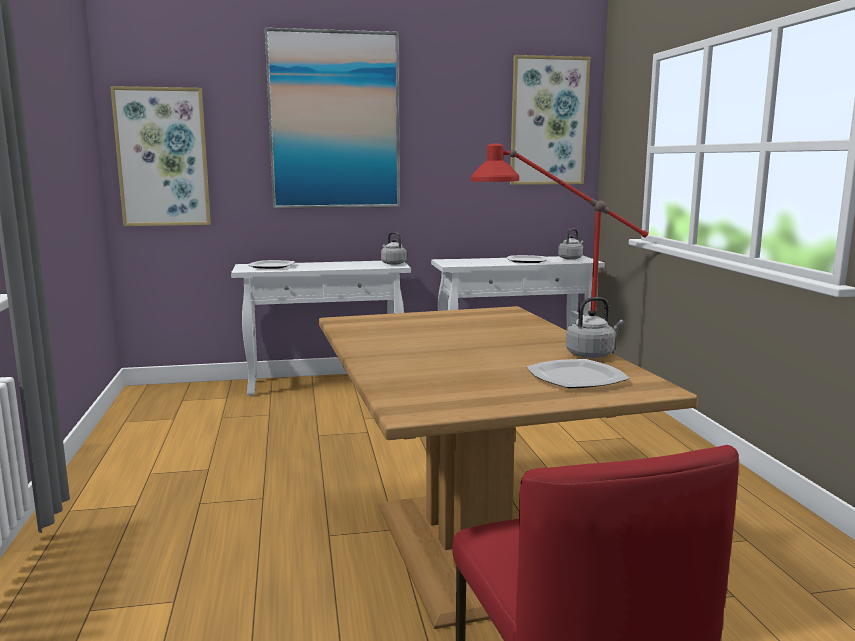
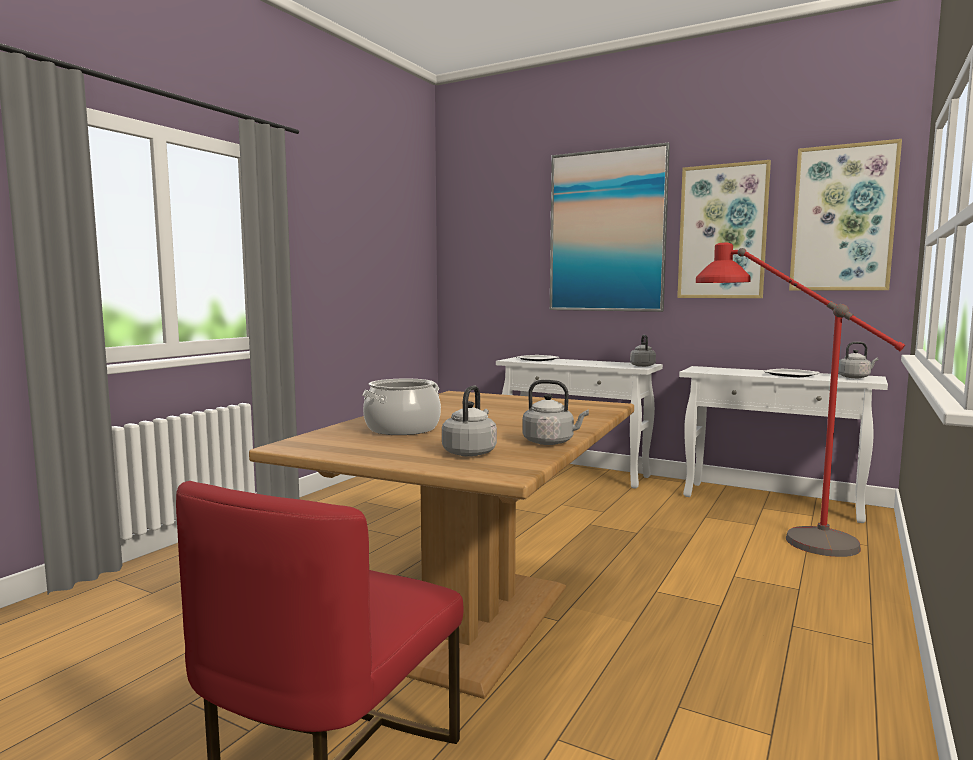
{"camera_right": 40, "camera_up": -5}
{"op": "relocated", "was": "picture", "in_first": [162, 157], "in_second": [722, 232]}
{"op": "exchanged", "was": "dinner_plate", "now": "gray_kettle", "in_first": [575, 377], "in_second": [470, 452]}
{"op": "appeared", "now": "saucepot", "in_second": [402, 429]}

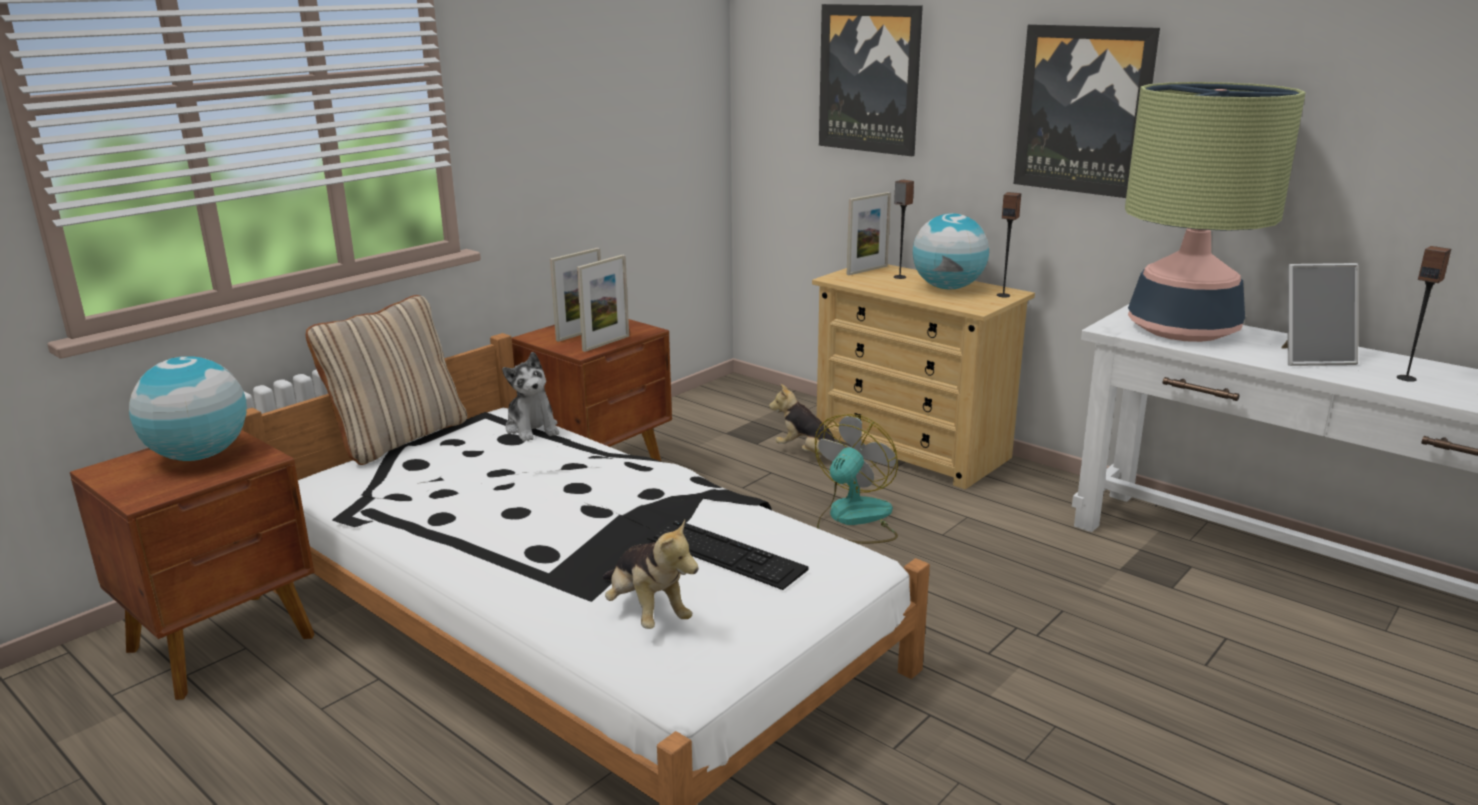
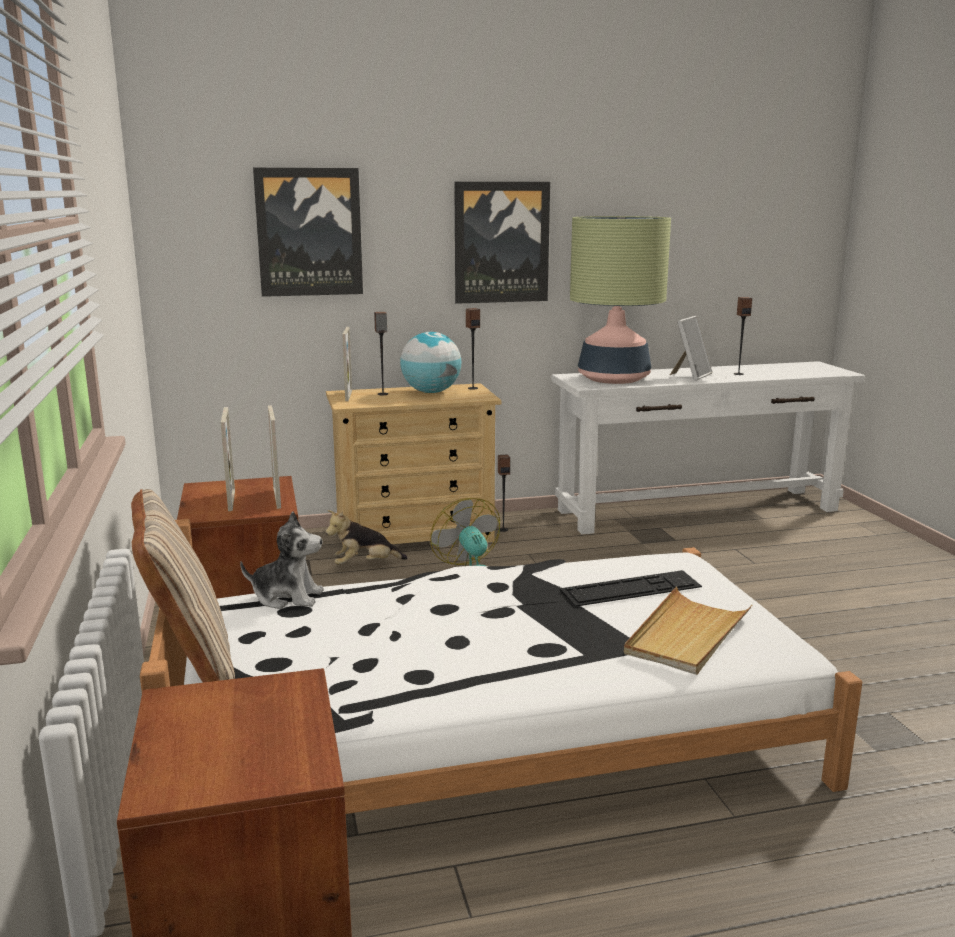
{"camera_right": -55, "camera_up": -5}
{"op": "missing", "was": "globe", "in_first": [199, 456]}
{"op": "exchanged", "was": "soft_toy", "now": "beige-coloured_carrying_tray", "in_first": [647, 612], "in_second": [687, 635]}
{"op": "appeared", "now": "audio_speaker", "in_second": [503, 529]}

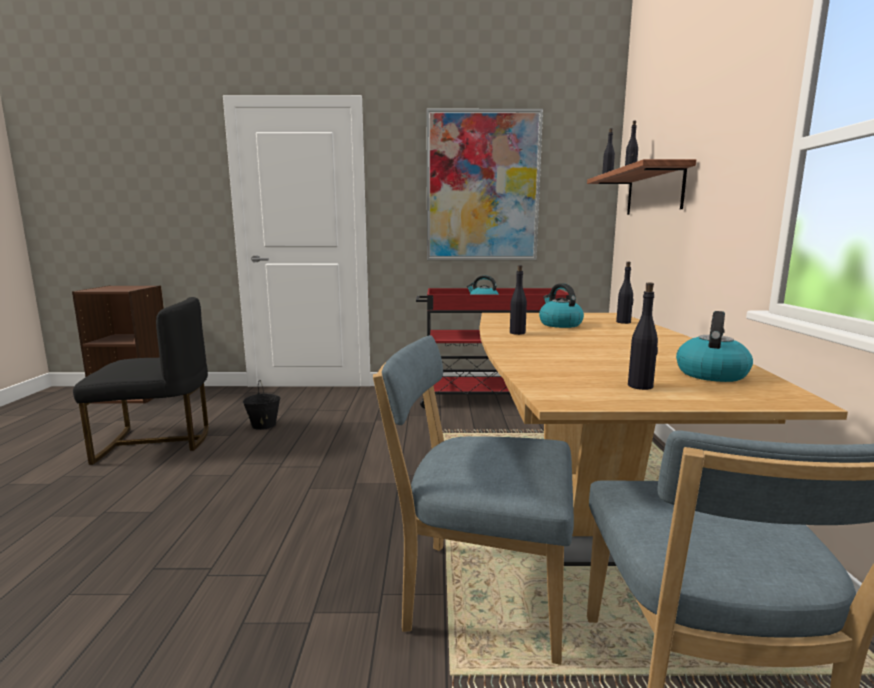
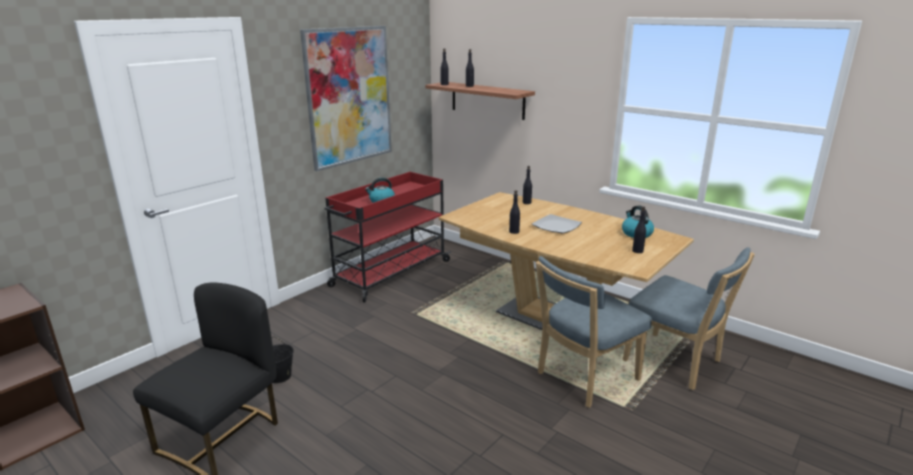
{"camera_right": -50, "camera_up": 10}
{"op": "missing", "was": "kettle", "in_first": [559, 324]}
{"op": "appeared", "now": "dinner_plate", "in_second": [556, 226]}

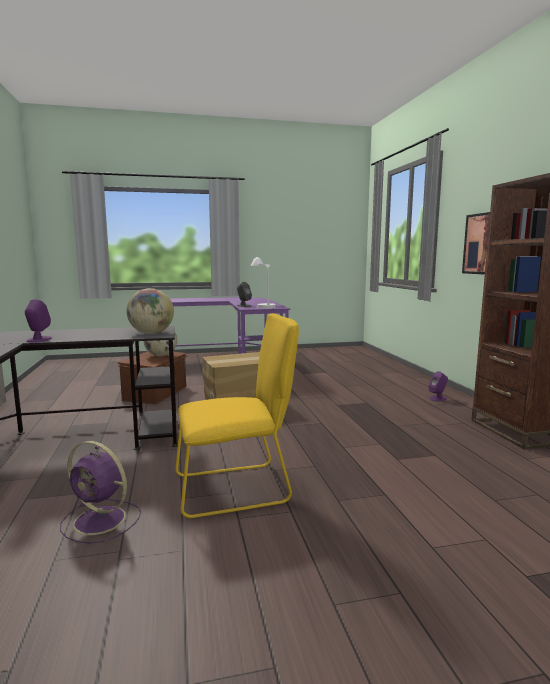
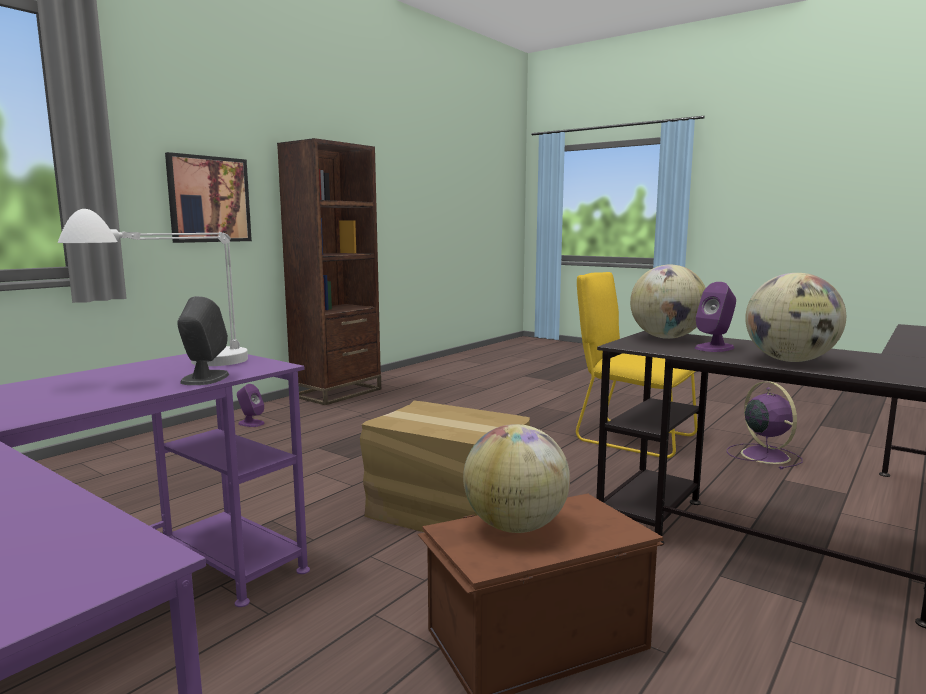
{"camera_right": -130, "camera_up": 0}
{"op": "relocated", "was": "purple_audio_speaker", "in_first": [39, 340], "in_second": [714, 348]}
{"op": "appeared", "now": "globe", "in_second": [790, 361]}

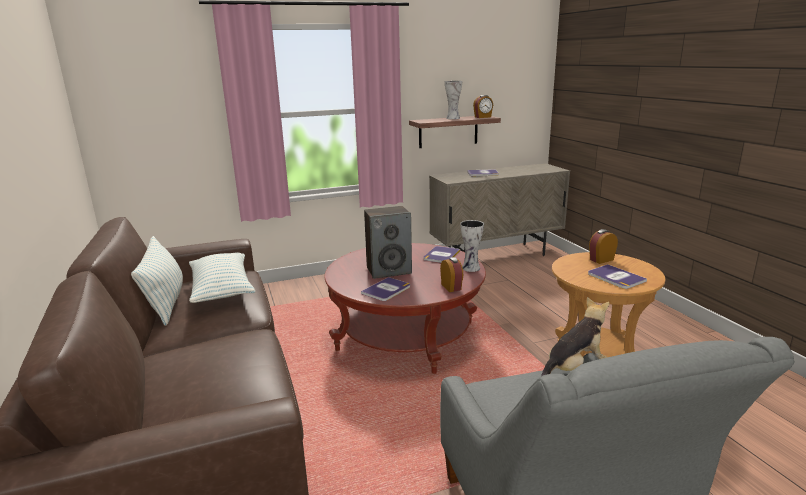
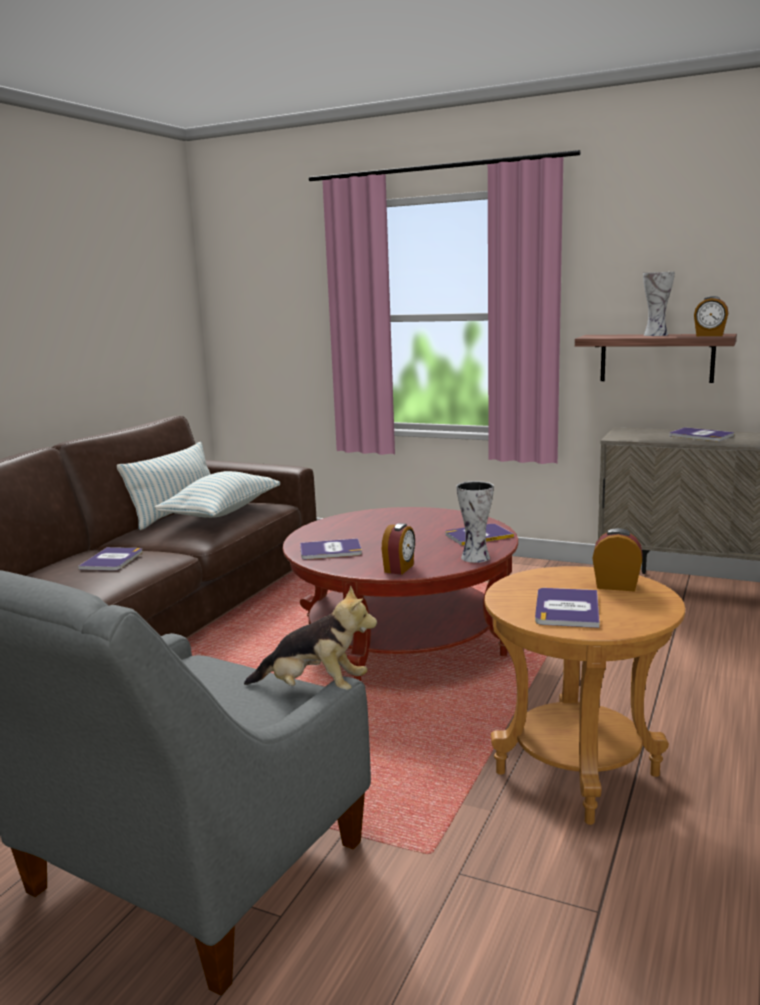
{"camera_right": 45, "camera_up": -5}
{"op": "missing", "was": "audio_speaker", "in_first": [389, 270]}
{"op": "appeared", "now": "bound_book", "in_second": [112, 560]}

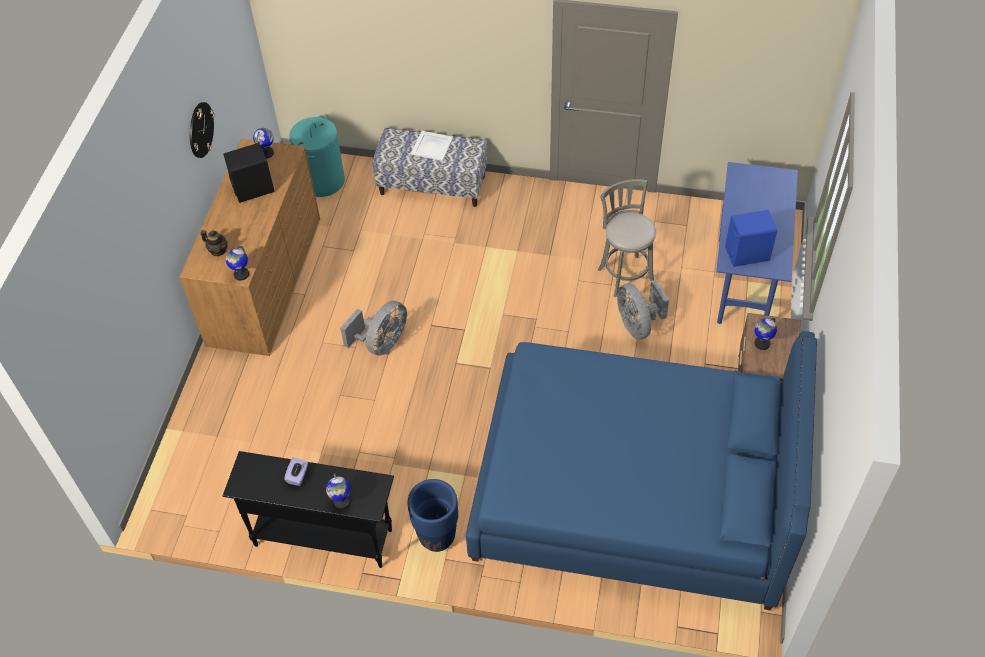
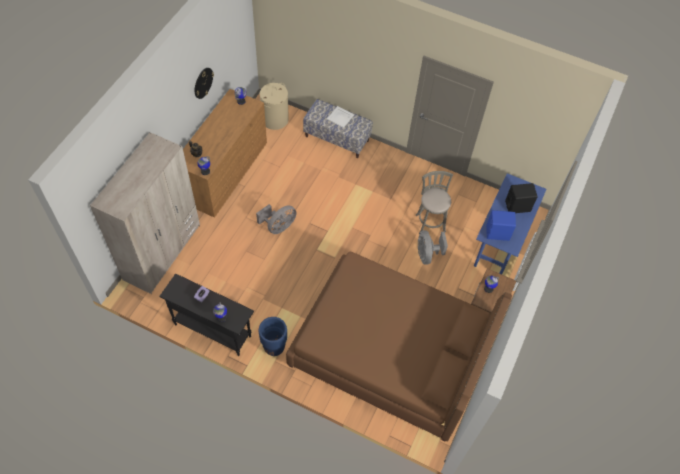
{"camera_right": 10, "camera_up": 5}
{"op": "colour", "was": "turquoise-coloured_hamper", "now": "beige-coloured_hamper", "in_first": [322, 181], "in_second": [275, 120]}
{"op": "relocated", "was": "black_audio_speaker", "in_first": [253, 188], "in_second": [517, 206]}
{"op": "colour", "was": "blue-coloured_bed", "now": "brownish_bed", "in_first": [632, 491], "in_second": [390, 352]}
{"op": "appeared", "now": "beige-coloured_wardrobe", "in_second": [162, 252]}

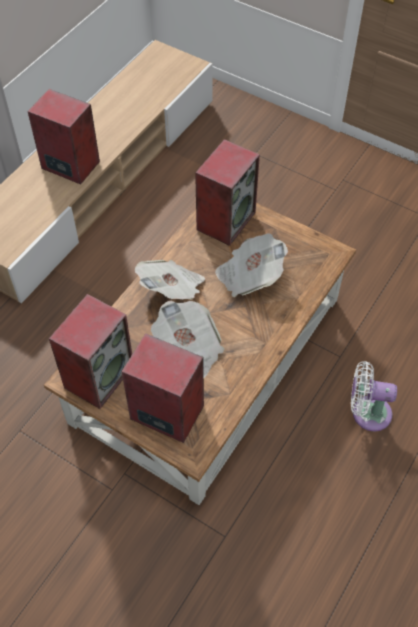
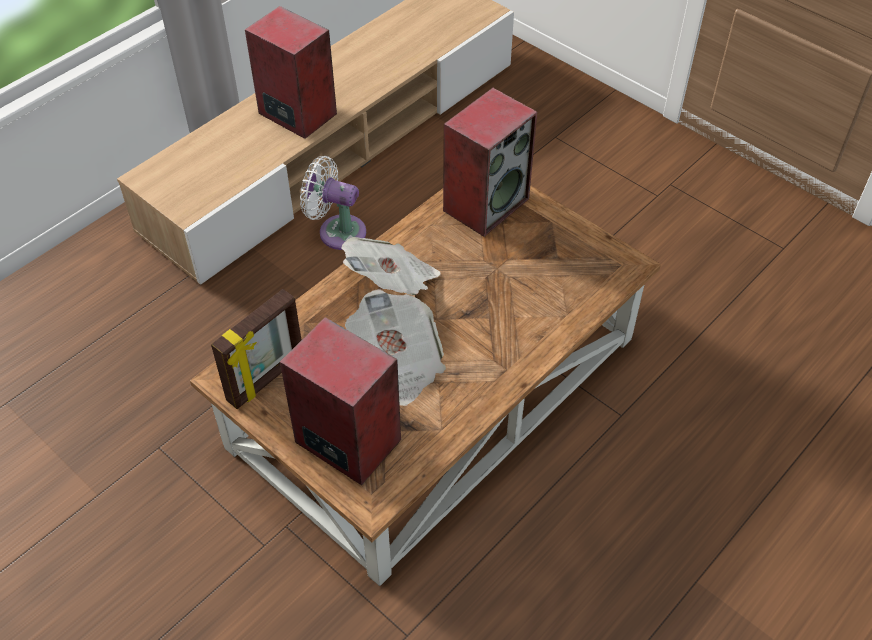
{"camera_right": 10, "camera_up": -5}
{"op": "missing", "was": "newspaper", "in_first": [249, 276]}
{"op": "exchanged", "was": "audio_speaker", "now": "standing_frame", "in_first": [99, 375], "in_second": [267, 379]}
{"op": "relocated", "was": "whitish_fan", "in_first": [367, 412], "in_second": [337, 231]}

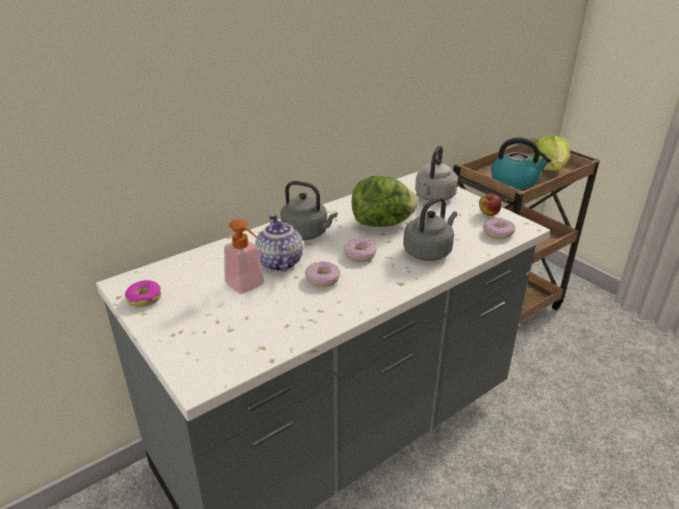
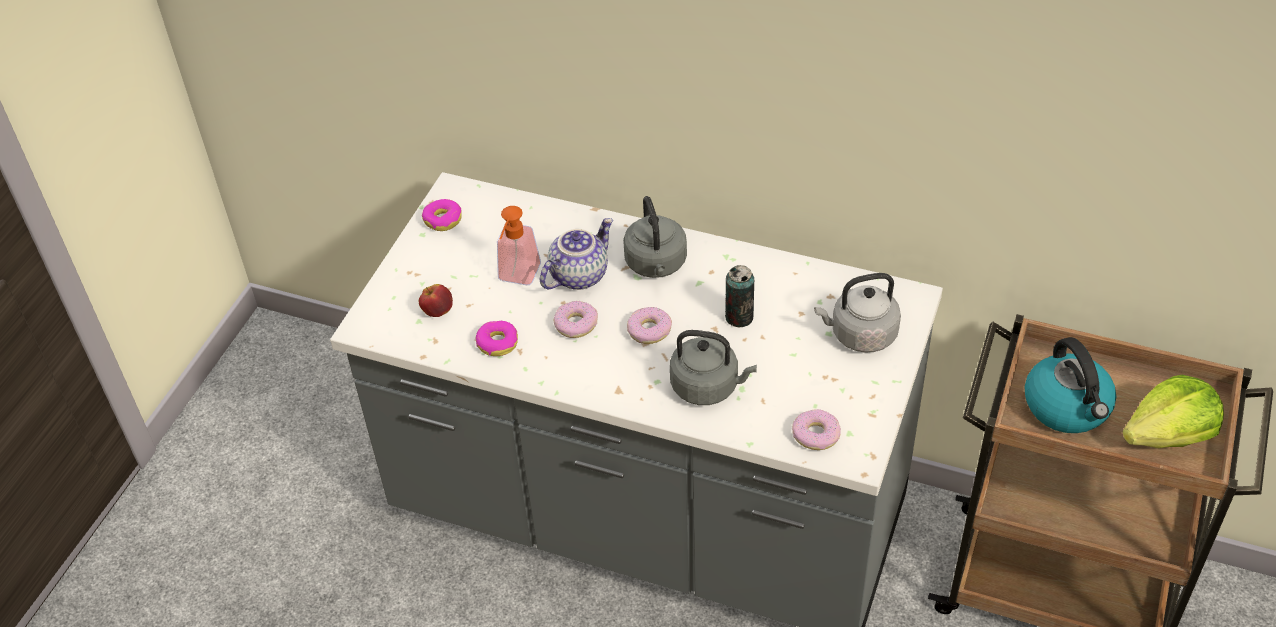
{"camera_right": 60, "camera_up": 15}
{"op": "exchanged", "was": "lettuce_head", "now": "can", "in_first": [382, 224], "in_second": [739, 317]}
{"op": "relocated", "was": "apple", "in_first": [488, 214], "in_second": [438, 311]}
{"op": "appeared", "now": "donut", "in_second": [497, 343]}

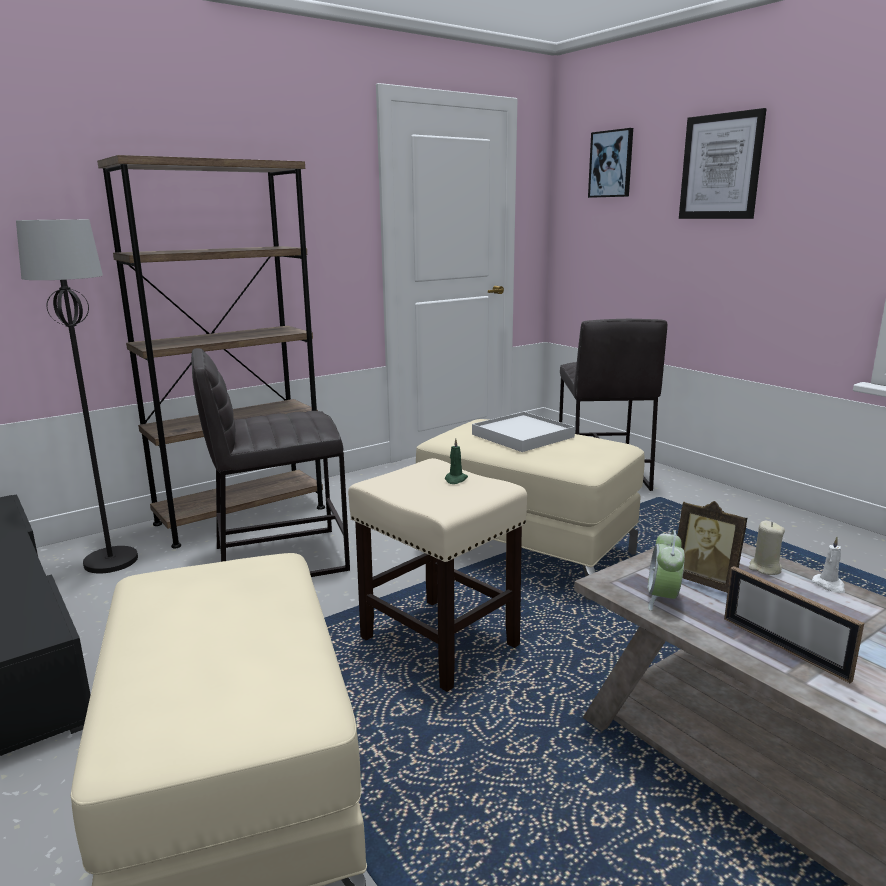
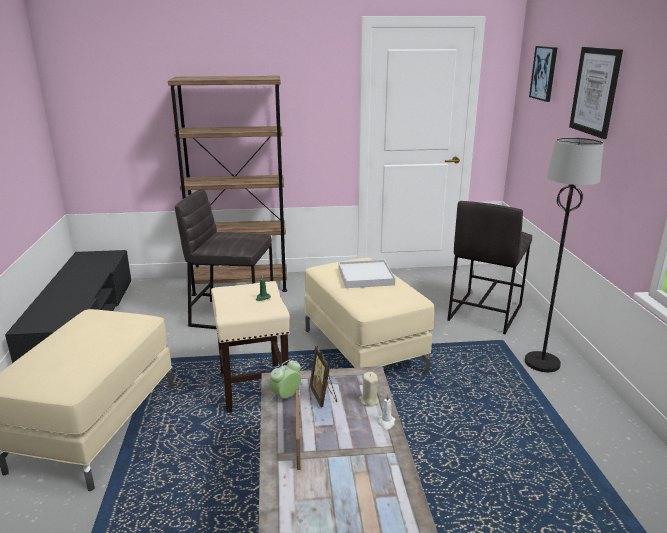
{"camera_right": 30, "camera_up": 5}
{"op": "relocated", "was": "black_standard_lamp", "in_first": [111, 561], "in_second": [542, 363]}

